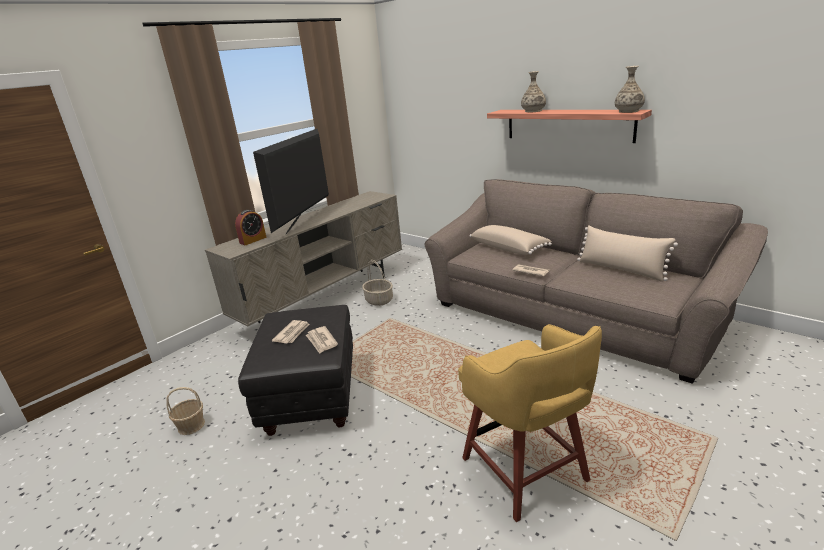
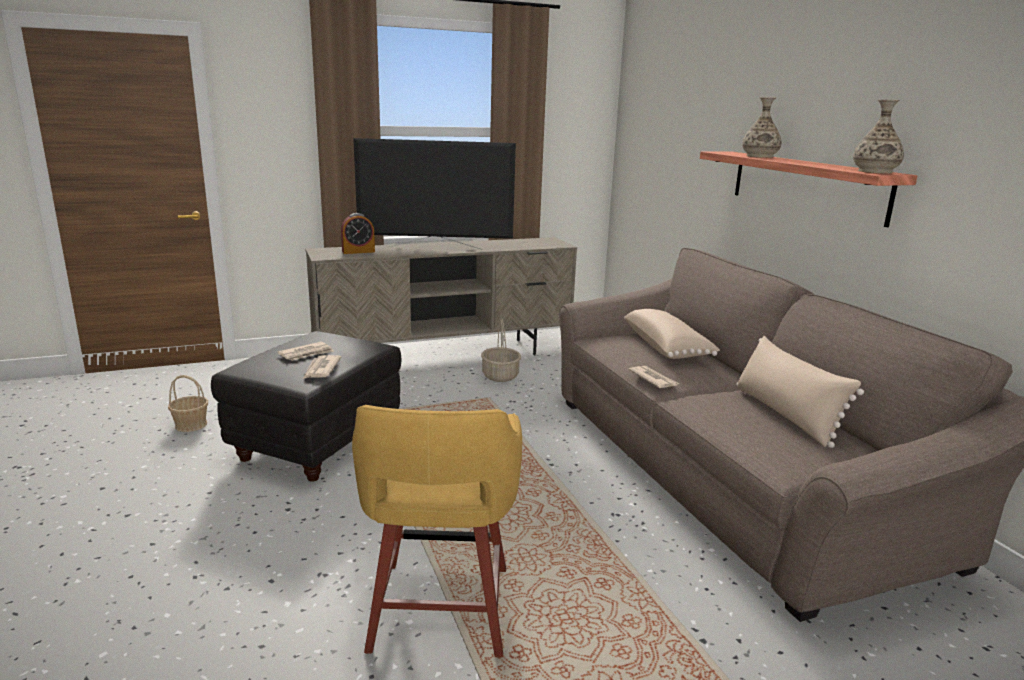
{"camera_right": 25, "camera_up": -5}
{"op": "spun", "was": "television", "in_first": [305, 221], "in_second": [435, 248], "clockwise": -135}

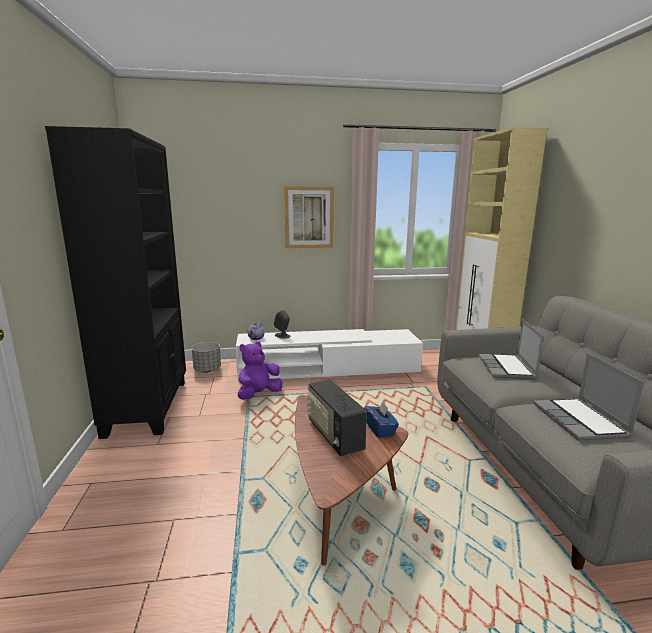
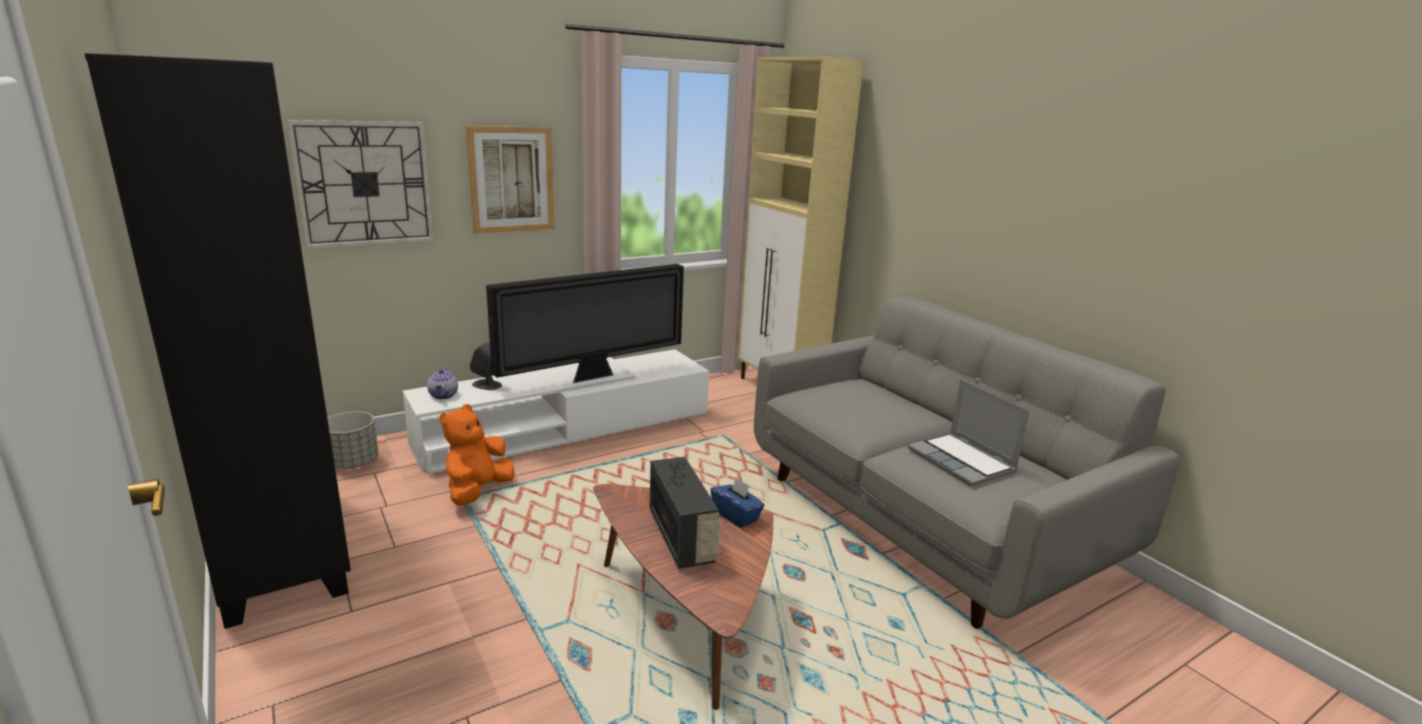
{"camera_right": -25, "camera_up": 5}
{"op": "missing", "was": "portable_computer", "in_first": [507, 368]}
{"op": "colour", "was": "purple_soft_toy", "now": "orange_soft_toy", "in_first": [259, 395], "in_second": [478, 491]}
{"op": "spun", "was": "radio", "in_first": [334, 435], "in_second": [682, 537], "clockwise": -150}
{"op": "appeared", "now": "hanging_clock", "in_second": [364, 184]}
{"op": "appeared", "now": "television", "in_second": [593, 376]}

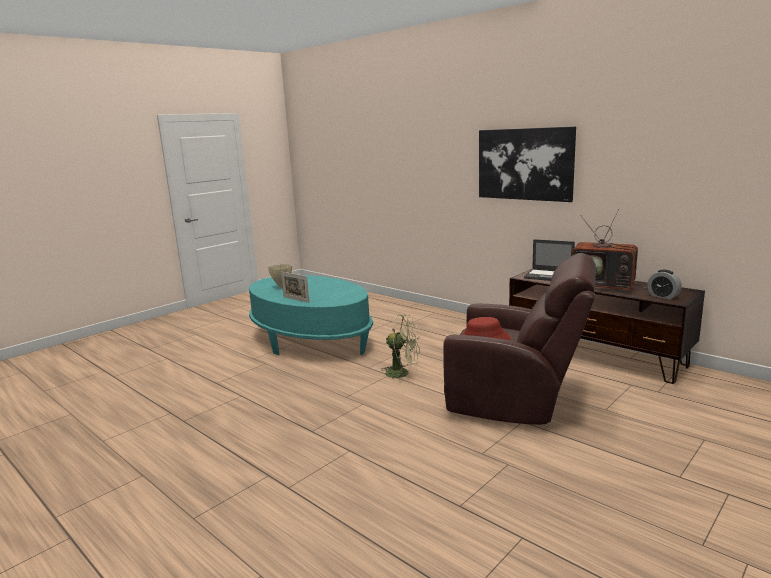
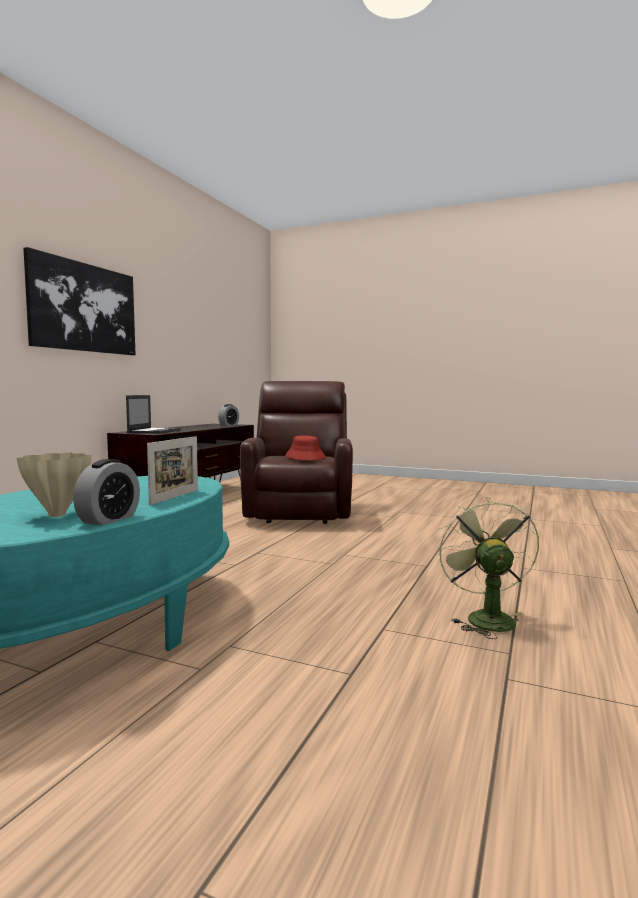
{"camera_right": -110, "camera_up": -10}
{"op": "missing", "was": "television", "in_first": [604, 286]}
{"op": "relocated", "was": "greenish_fan", "in_first": [402, 373], "in_second": [485, 618]}
{"op": "appeared", "now": "bedside_clock", "in_second": [109, 519]}

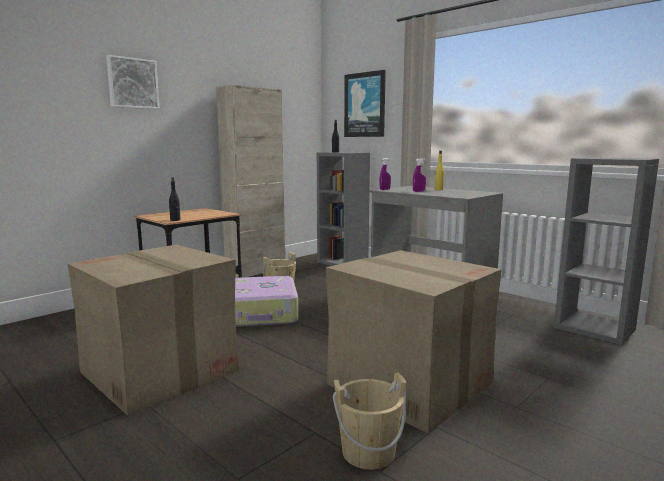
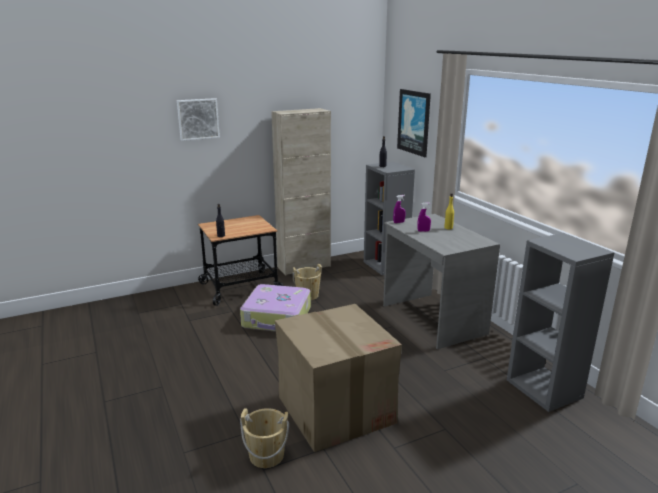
{"camera_right": 20, "camera_up": 10}
{"op": "missing", "was": "carton", "in_first": [160, 371]}

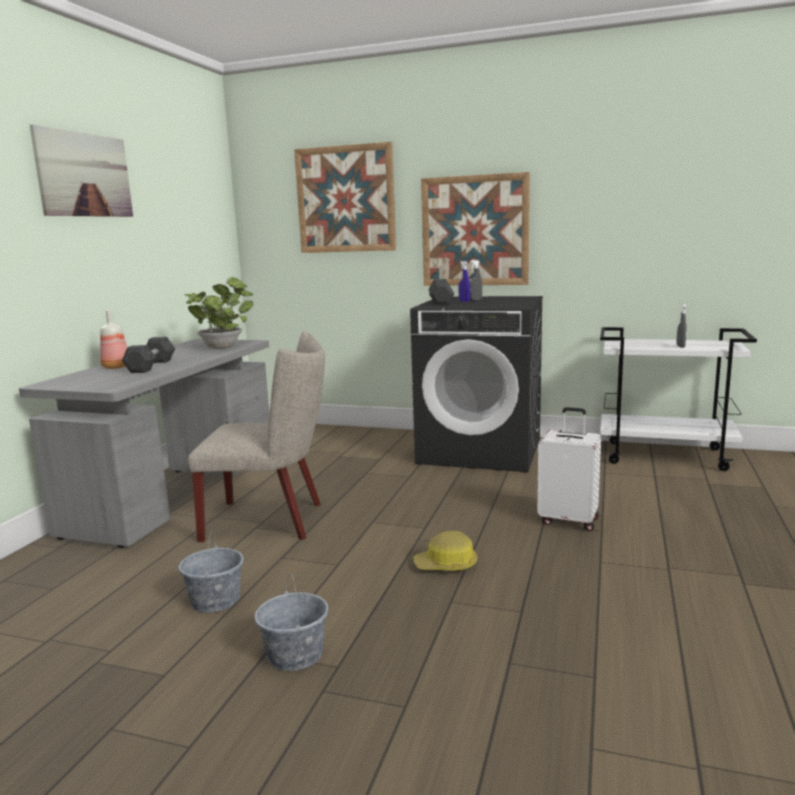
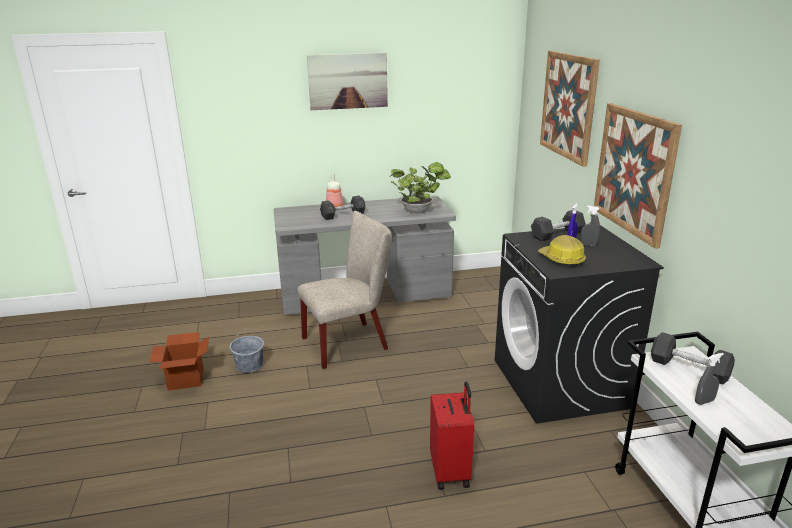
{"camera_right": 60, "camera_up": 10}
{"op": "spun", "was": "beige-coloured_plain_chair", "in_first": [271, 520], "in_second": [350, 342], "clockwise": -90}
{"op": "colour", "was": "whitish_travel_case", "now": "red_travel_case", "in_first": [569, 520], "in_second": [451, 472]}
{"op": "relocated", "was": "safety_helmet", "in_first": [446, 565], "in_second": [561, 259]}
{"op": "missing", "was": "gray_pail", "in_first": [295, 654]}
{"op": "appeared", "now": "carton", "in_second": [186, 379]}
{"op": "appeared", "now": "gray_free_weight", "in_second": [689, 369]}

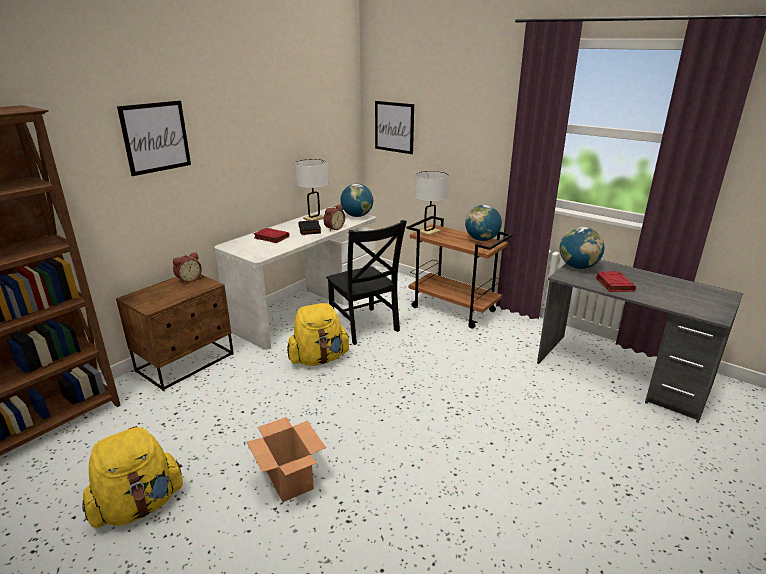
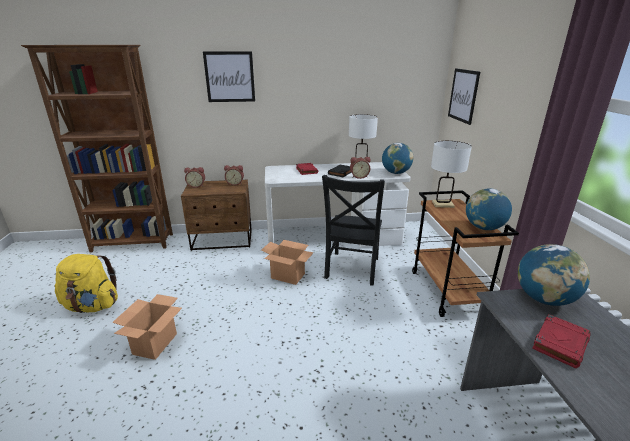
{"camera_right": 45, "camera_up": 0}
{"op": "exchanged", "was": "yellowish_knapsack", "now": "carton", "in_first": [319, 359], "in_second": [288, 276]}
{"op": "appeared", "now": "bedside_clock", "in_second": [196, 186]}

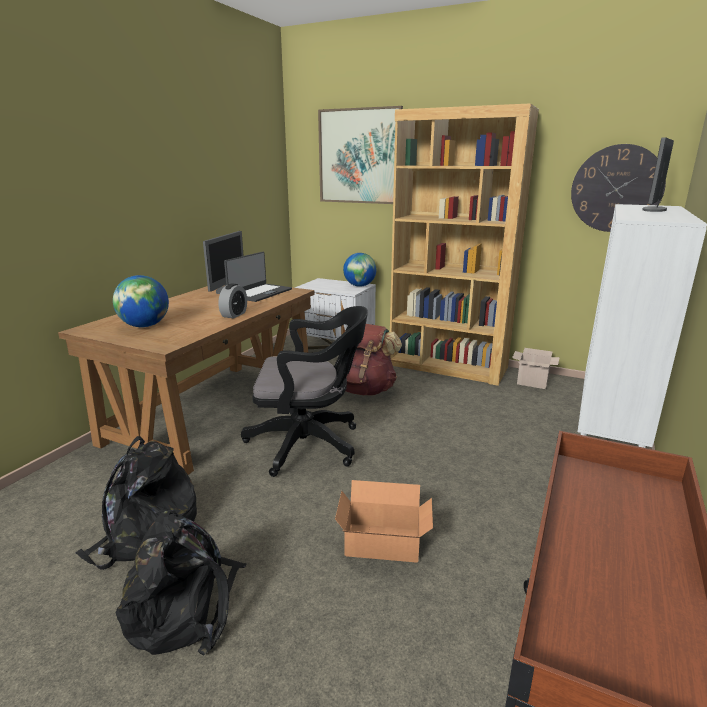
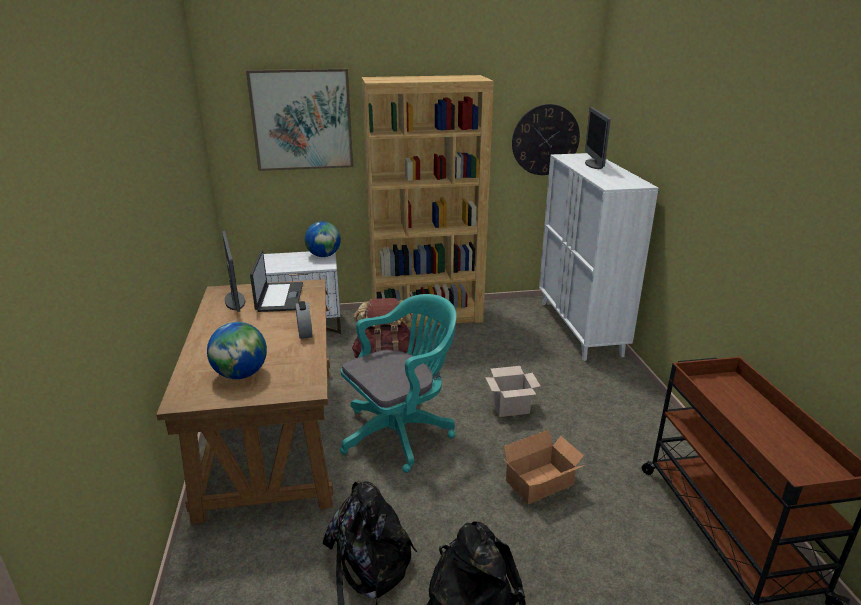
{"camera_right": -35, "camera_up": 5}
{"op": "colour", "was": "black_desk_chair", "now": "turquoise-coloured_desk_chair", "in_first": [310, 444], "in_second": [401, 432]}
{"op": "relocated", "was": "carton", "in_first": [531, 382], "in_second": [510, 408]}

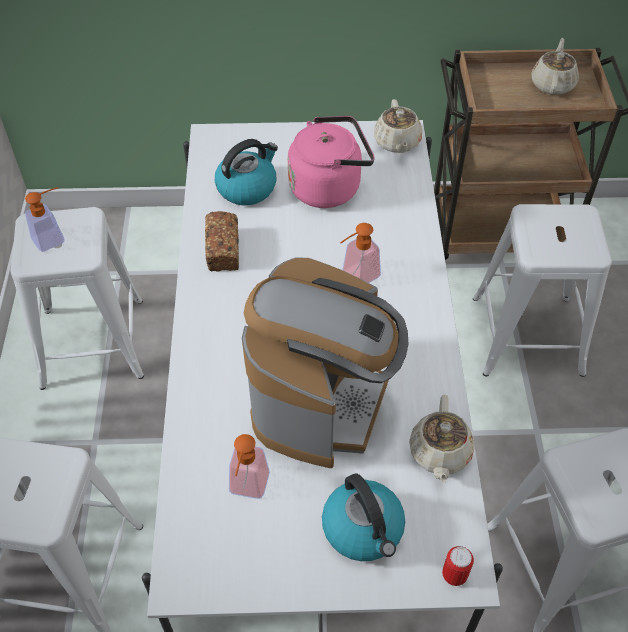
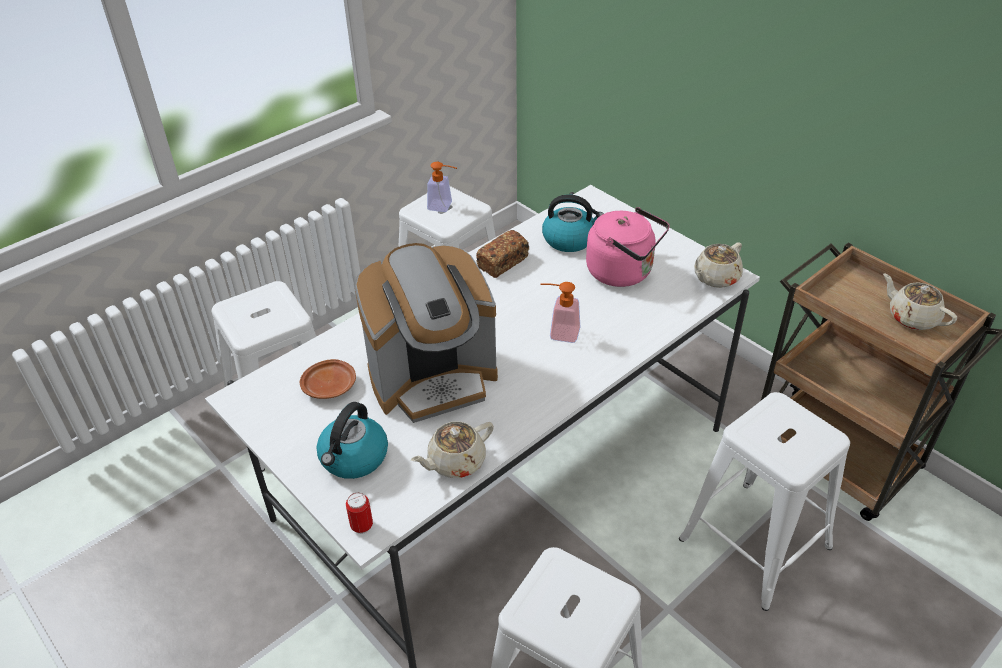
{"camera_right": 50, "camera_up": -10}
{"op": "spun", "was": "beige-coloured_teapot", "in_first": [552, 84], "in_second": [912, 317], "clockwise": -105}
{"op": "exchanged", "was": "soap_dispenser", "now": "brownish_dinner_plate", "in_first": [247, 489], "in_second": [330, 386]}

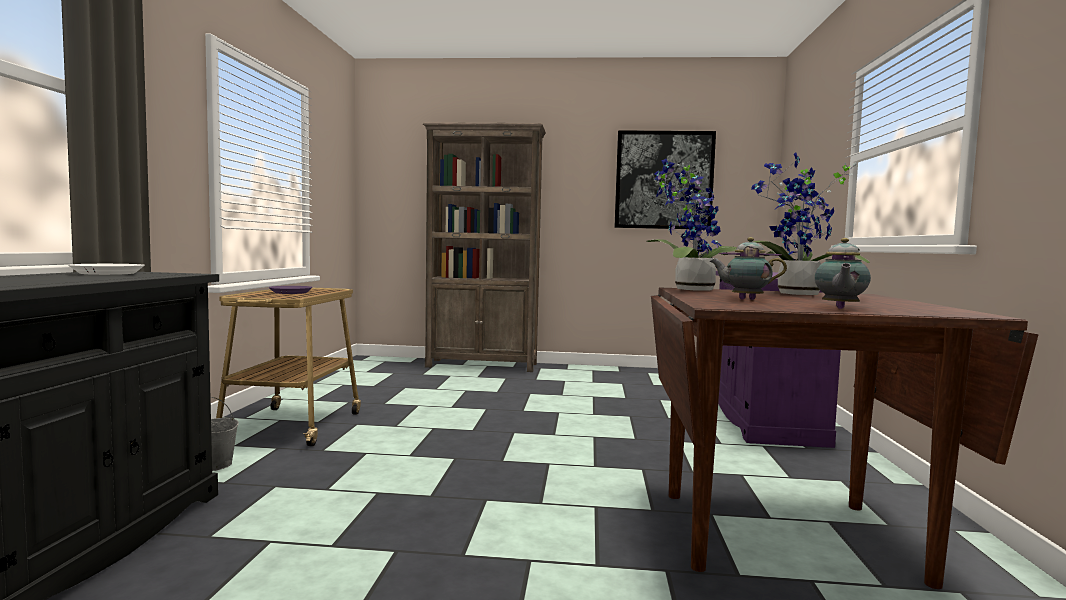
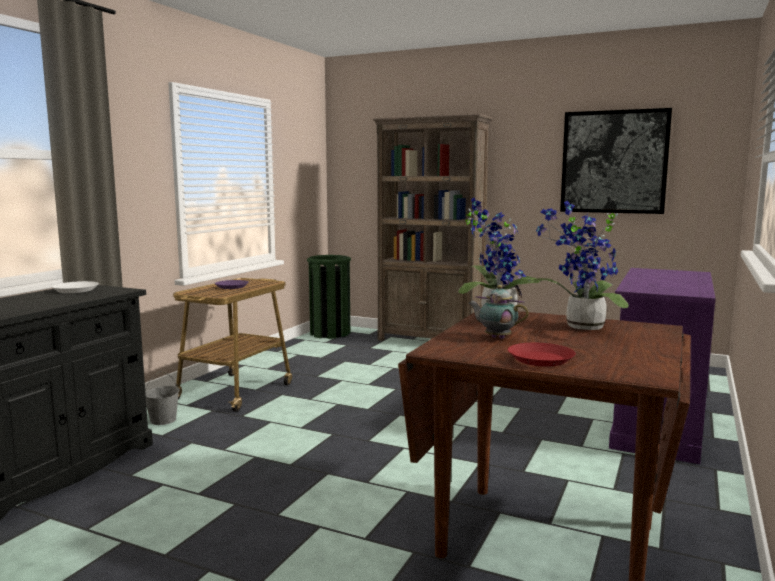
{"camera_right": 20, "camera_up": 5}
{"op": "exchanged", "was": "teapot", "now": "red_dinner_plate", "in_first": [839, 308], "in_second": [540, 359]}
{"op": "appeared", "now": "greenish_trash_can", "in_second": [330, 333]}

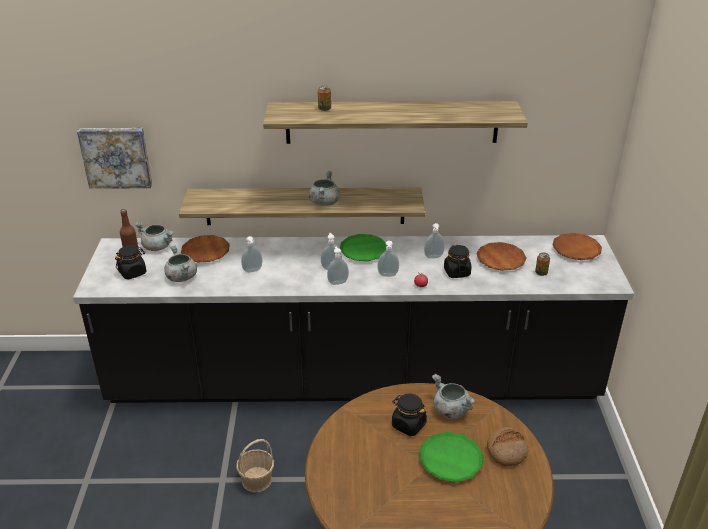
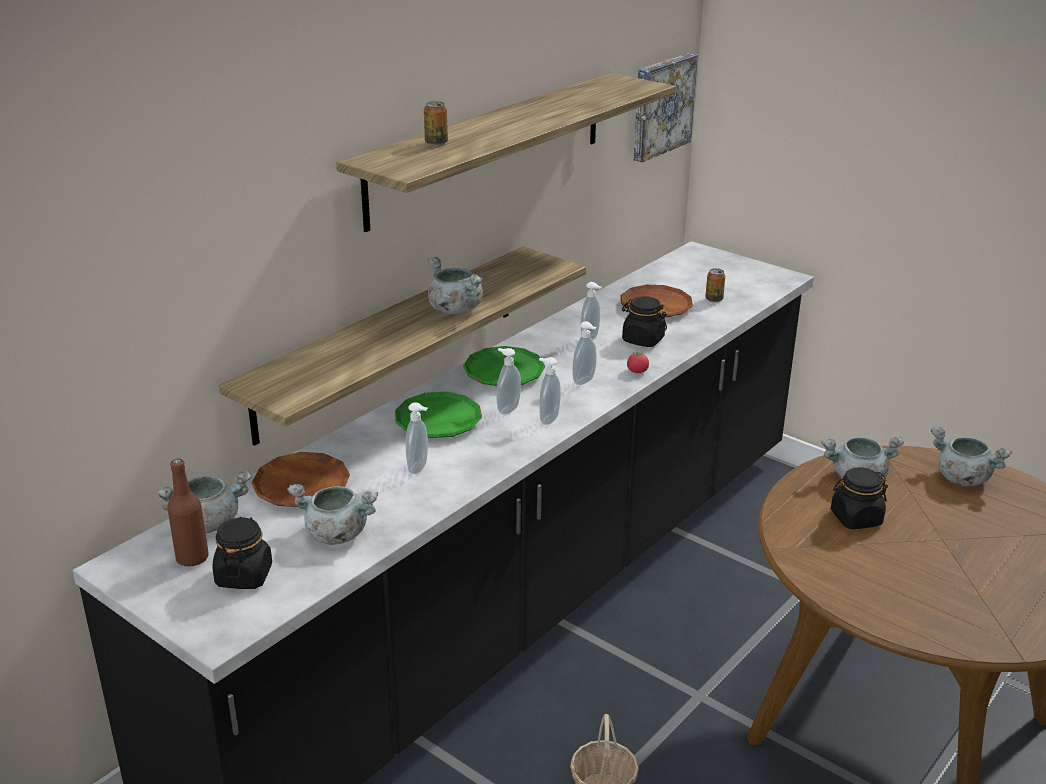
{"camera_right": -50, "camera_up": -5}
{"op": "relocated", "was": "picture", "in_first": [116, 156], "in_second": [661, 106]}
{"op": "missing", "was": "brownish_dinner_plate", "in_first": [576, 250]}
{"op": "exchanged", "was": "bread", "now": "gray_saucepot", "in_first": [506, 451], "in_second": [961, 478]}
{"op": "relocated", "was": "greenish_dinner_plate", "in_first": [450, 460], "in_second": [438, 421]}

